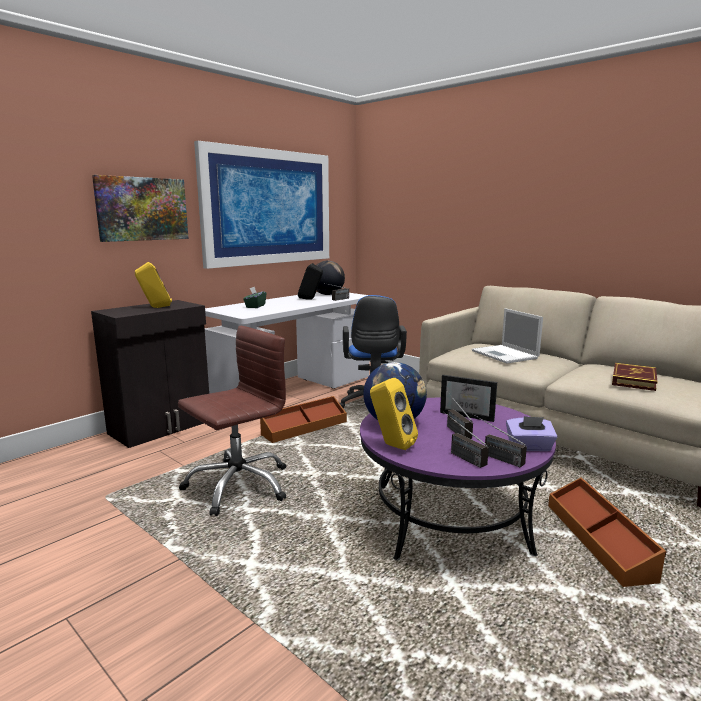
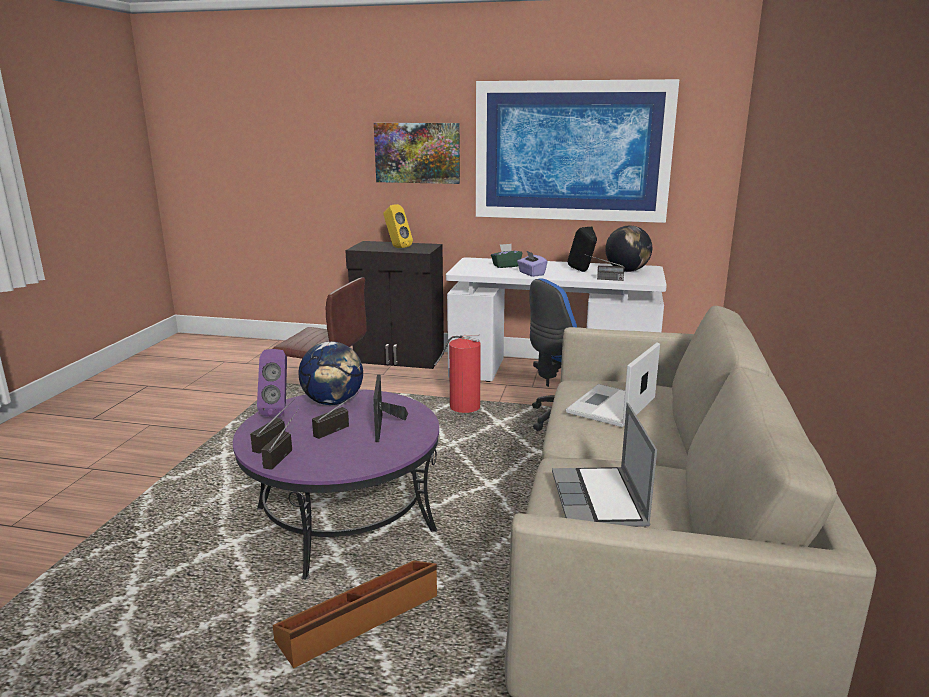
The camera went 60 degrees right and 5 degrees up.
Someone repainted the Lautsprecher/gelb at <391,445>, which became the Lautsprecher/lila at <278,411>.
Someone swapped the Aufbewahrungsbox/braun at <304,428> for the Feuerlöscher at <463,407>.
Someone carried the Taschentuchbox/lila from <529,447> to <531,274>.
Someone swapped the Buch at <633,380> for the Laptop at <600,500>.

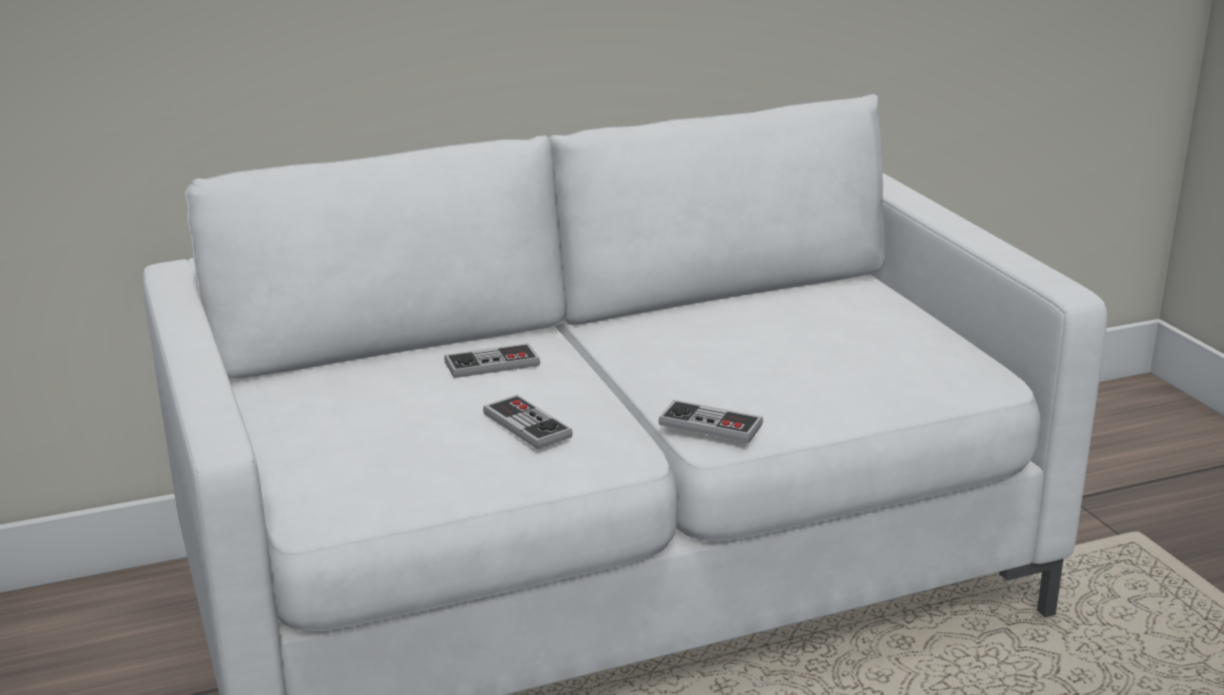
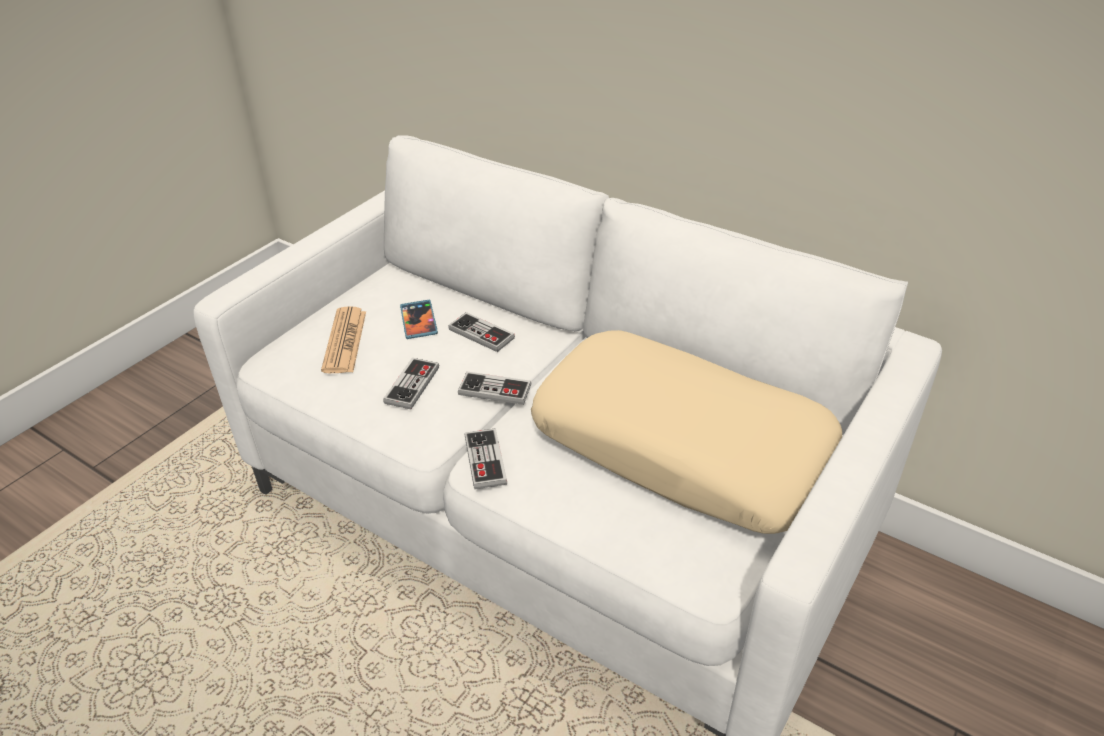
The camera went 55 degrees right and 15 degrees up.
Someone put down the Zeitung at <345,341>.
Someone put down the Handy at <418,321>.
Someone put down the Gamepad at <494,390>.
Someone put down the Kissen/beige at <681,447>.

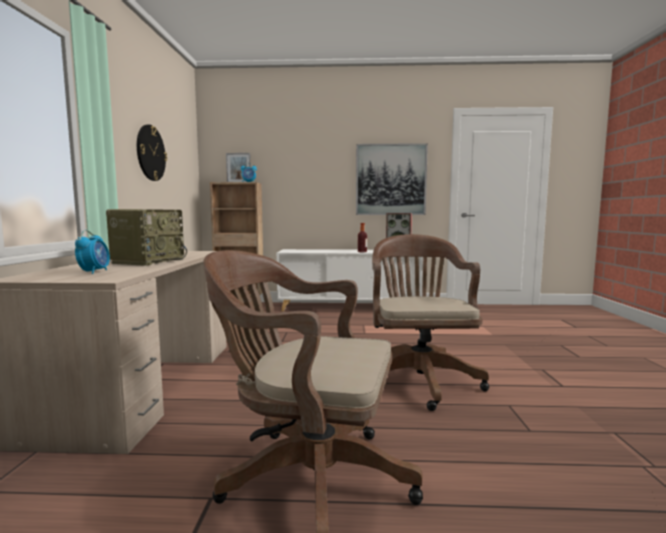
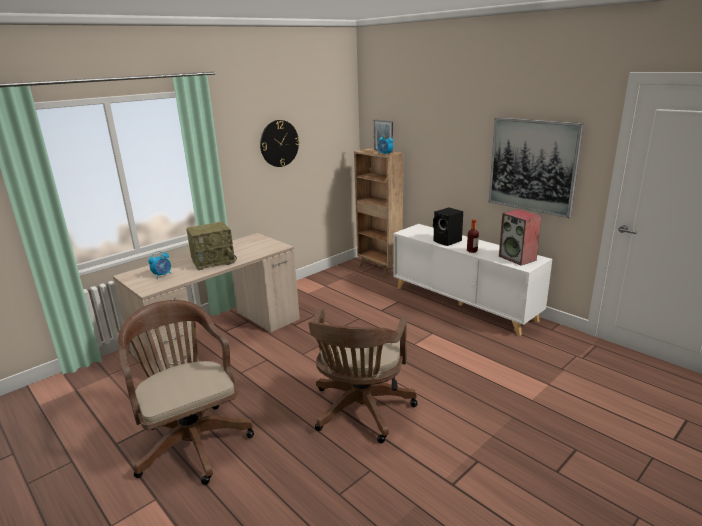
The camera went 45 degrees right and 15 degrees up.
Someone rotated the Bürostuhl/braun at <419,378> by 150 degrees clockwise.
Someone put down the Lautsprecher/schwarz at <448,241>.

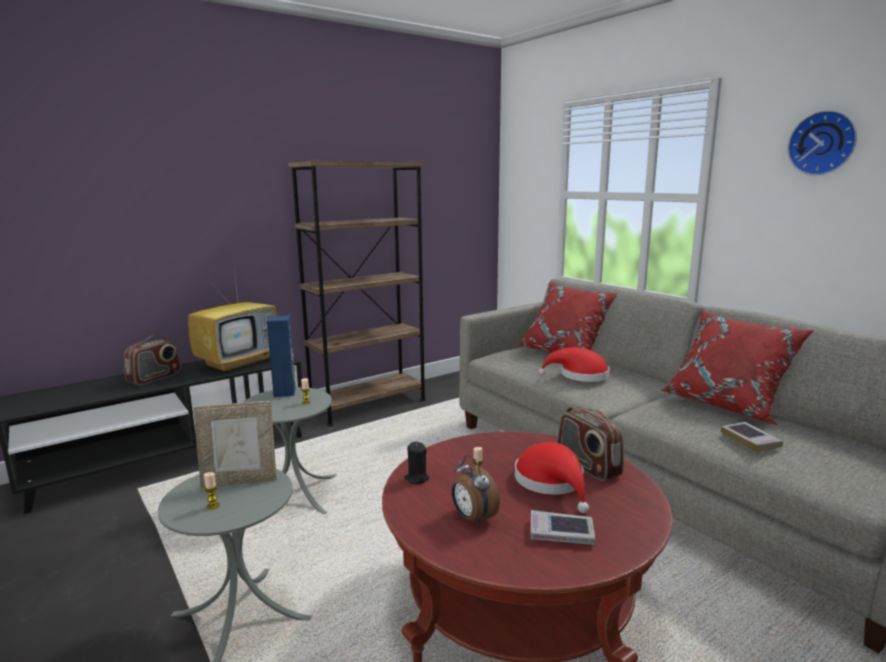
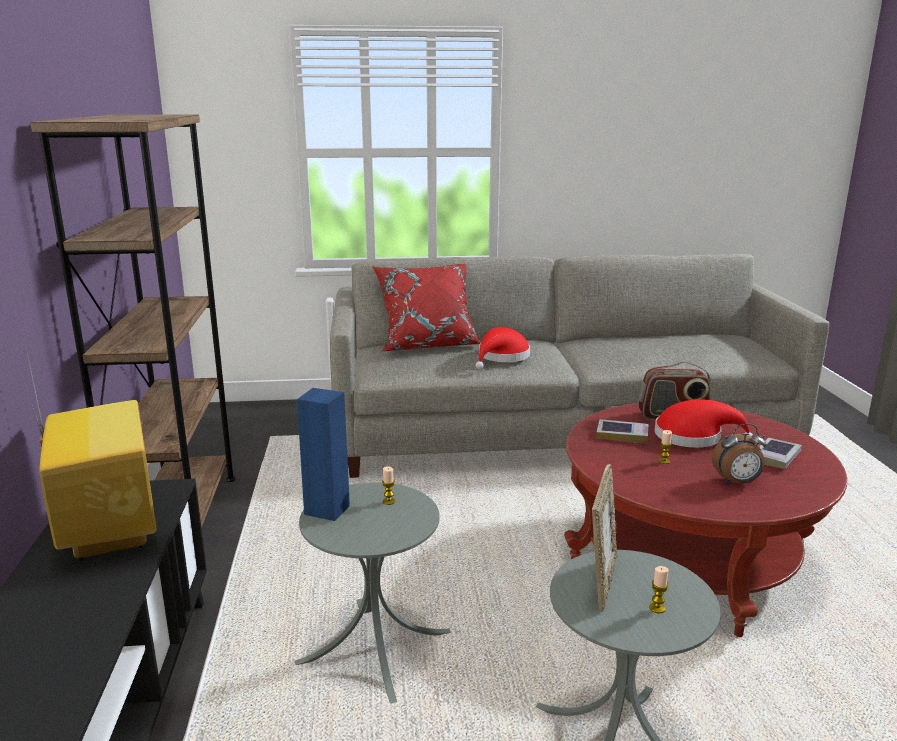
The camera went 60 degrees left and 5 degrees up.
Someone carried the Buch from <750,440> to <622,435>.
Someone took away the Radio at <155,378>.
Someone took away the Kerze/schwarz at <416,478>.
Someone took away the Kissen/rot at <727,404>.
Someone took away the Wanduhr at <823,143>.

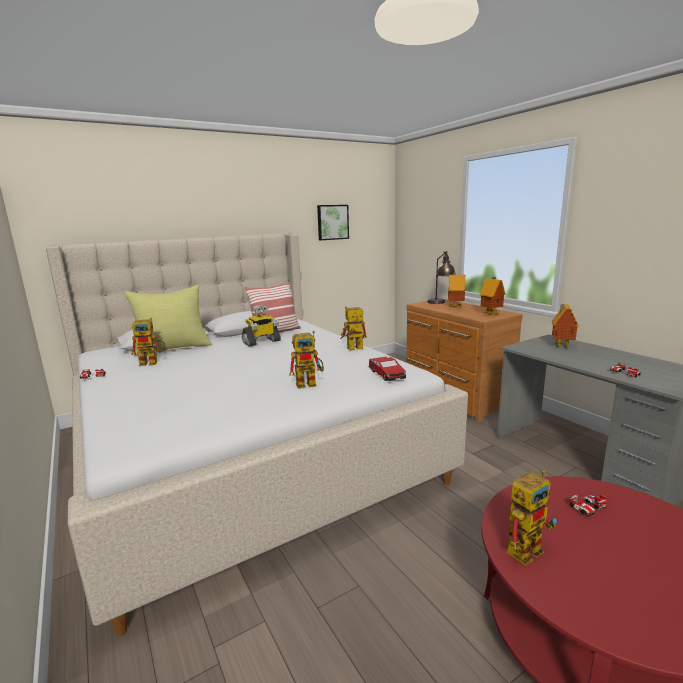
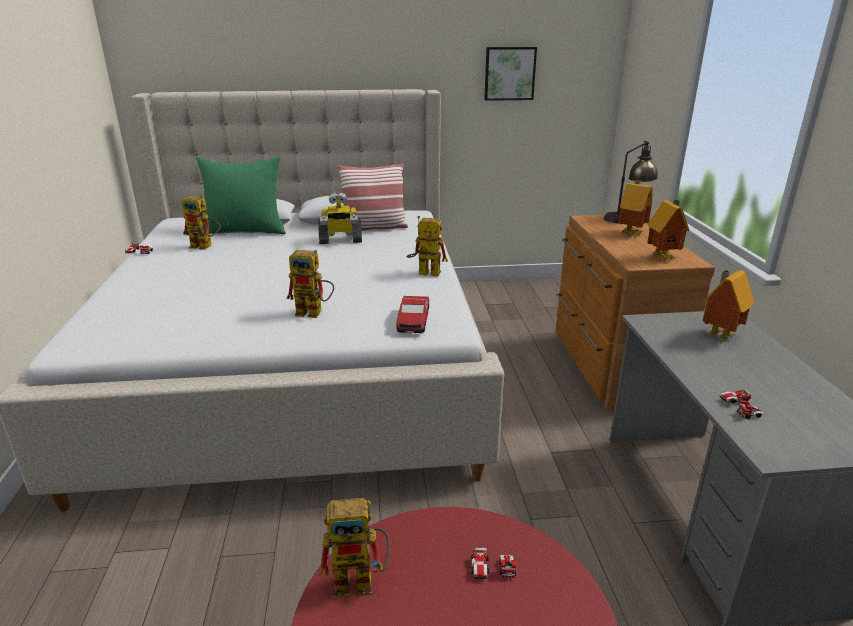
The camera went 25 degrees right and 10 degrees up.
Someone repainted the Kissen/gelb at <173,348>, which became the Kissen/grün at <245,230>.

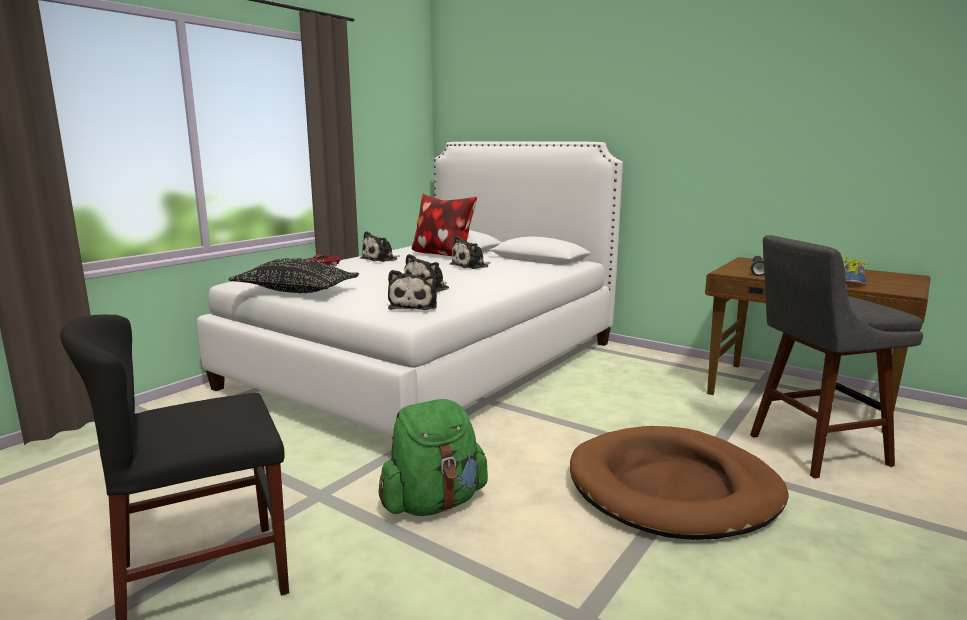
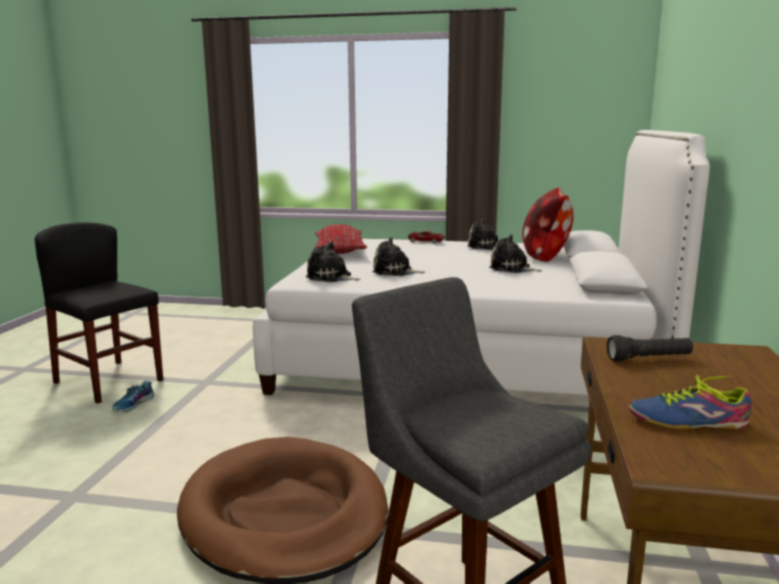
The camera went 65 degrees right and 0 degrees up.
Someone put down the Schuh at <134,404>.
Someone rotated the Plüschtier at <414,306> by 45 degrees clockwise.
Someone repainted the Kissen/schwarz at <296,291>, which became the Kissen/rot at <339,251>.
Someone took away the Rucksack/grün at <434,503>.

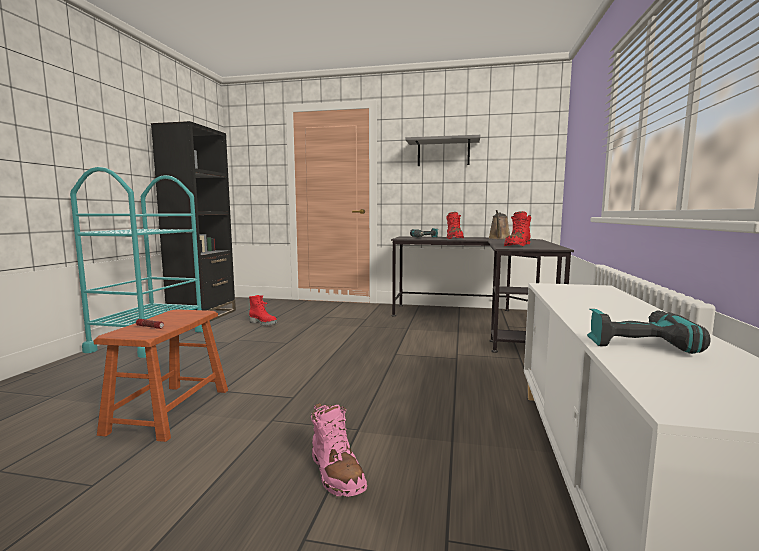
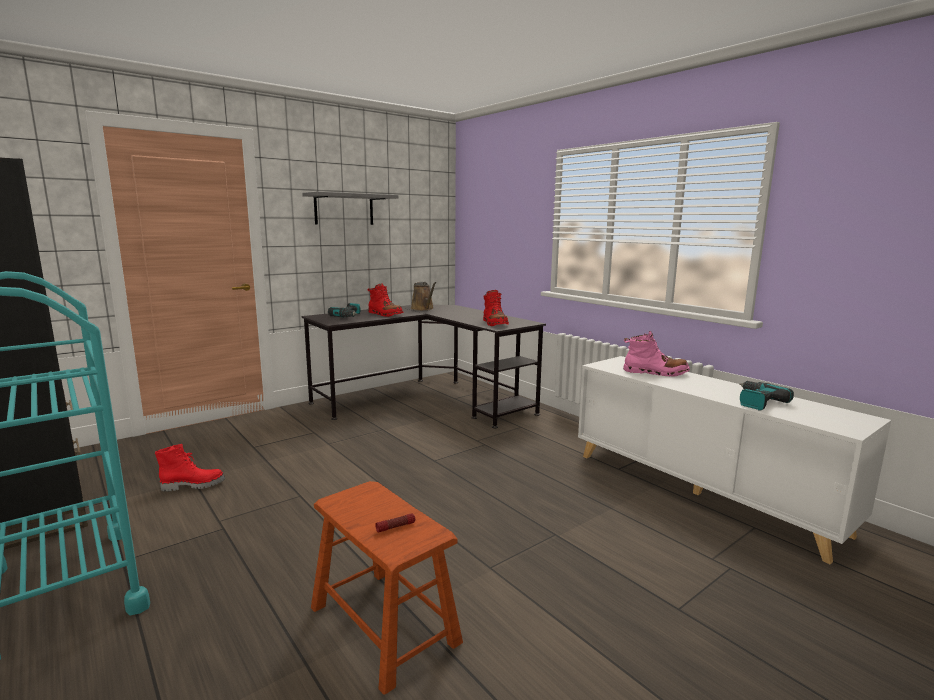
The camera went 50 degrees left and 5 degrees up.
Someone carried the Stiefel/rosa from <336,473> to <655,372>.

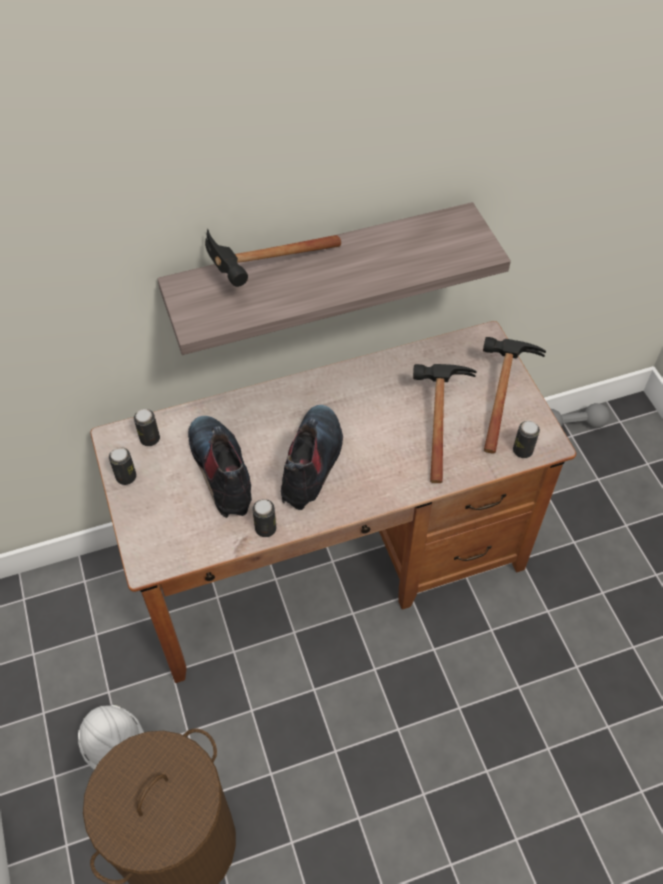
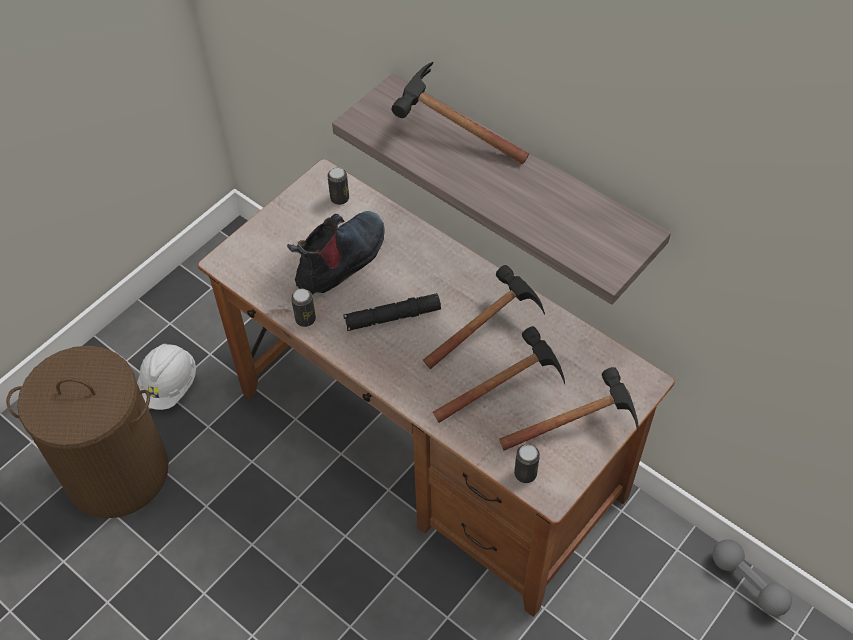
The camera went 60 degrees right and 0 degrees up.
Someone swapped the Stiefel at <311,463> for the Taschenlampe/schwarz at <392,317>.
Someone put down the Hammer at <490,326>.
Someone took away the Dose at <126,477>.

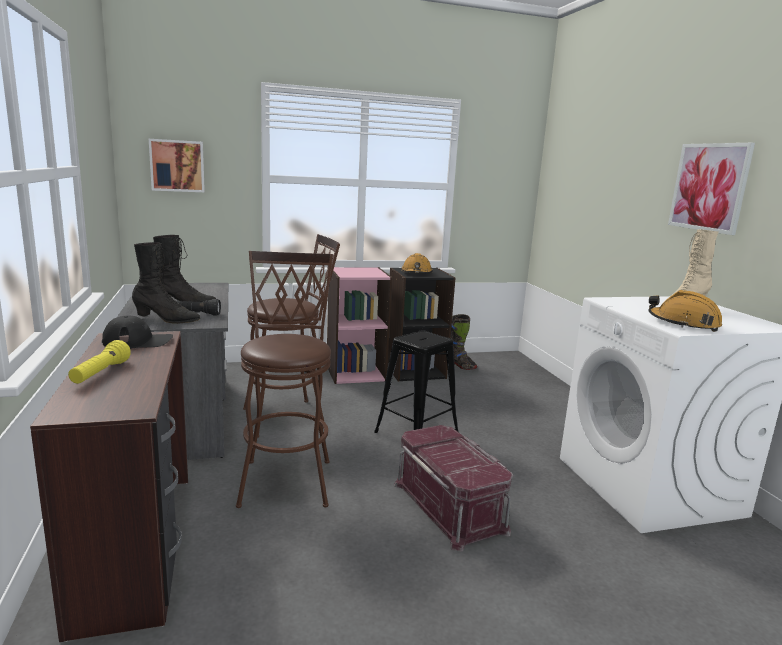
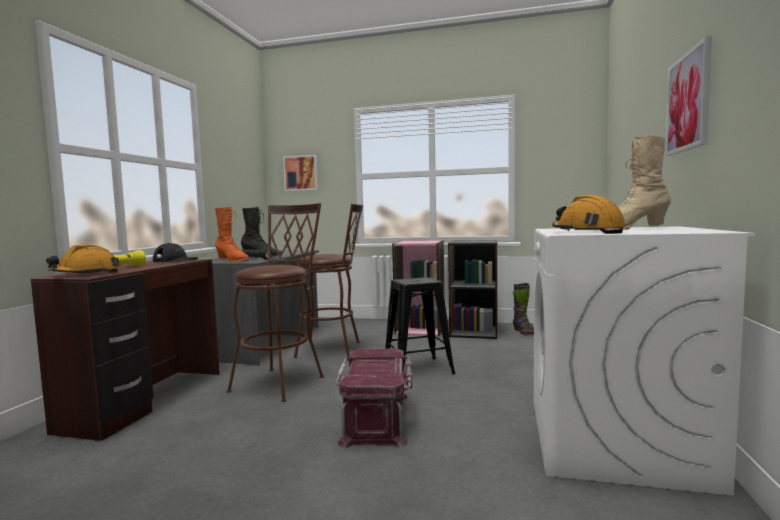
The camera went 30 degrees right and 10 degrees down.
Someone carried the Schutzhelm/orange from <416,273> to <86,274>.
Someone repainted the Stiefel/schwarz at <166,319>, which became the Stiefel/orange at <232,260>.

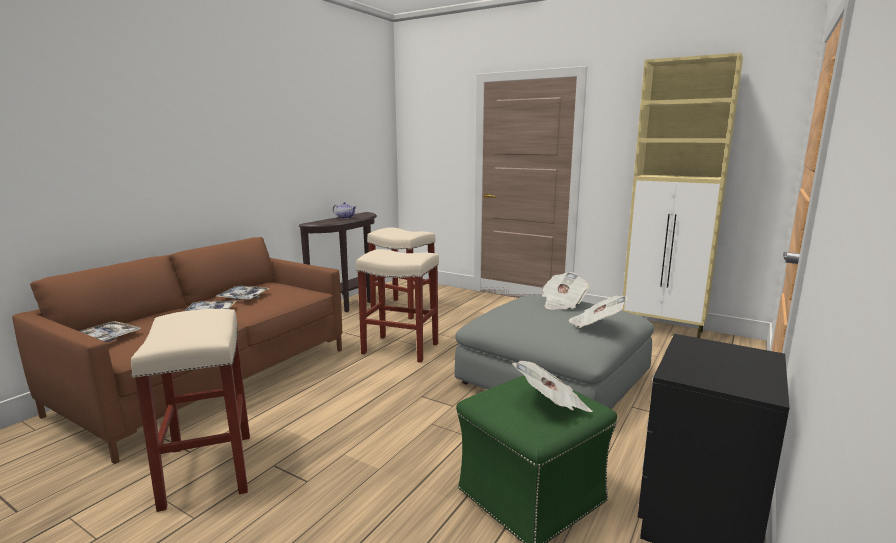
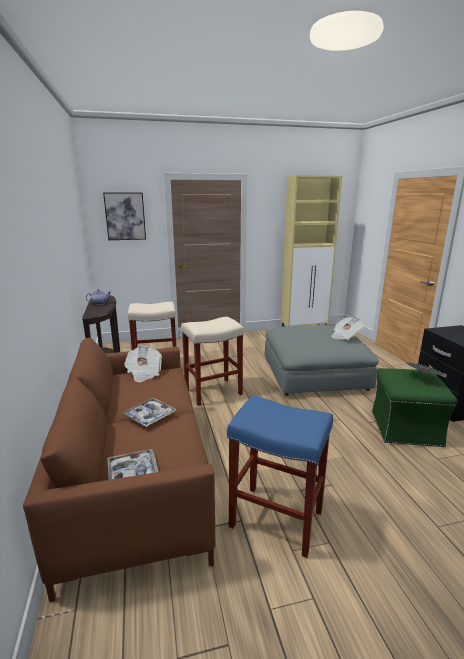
The camera went 45 degrees left and 5 degrees up.
Someone put up the Bild at <125,216>.
Someone carried the Zeitung from <562,303> to <144,373>.
Someone repainted the Hocker/beige at <207,469>, which became the Hocker/blau at <275,519>.
Someone took away the Tablett at <243,297>.

